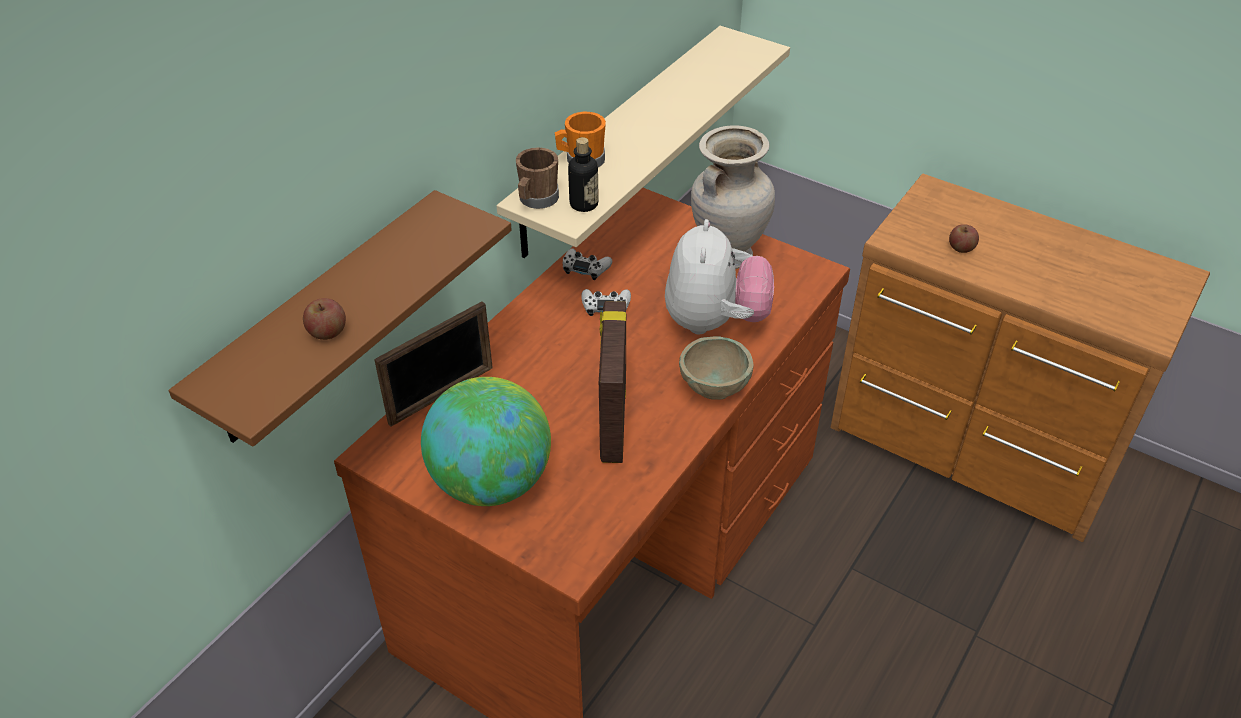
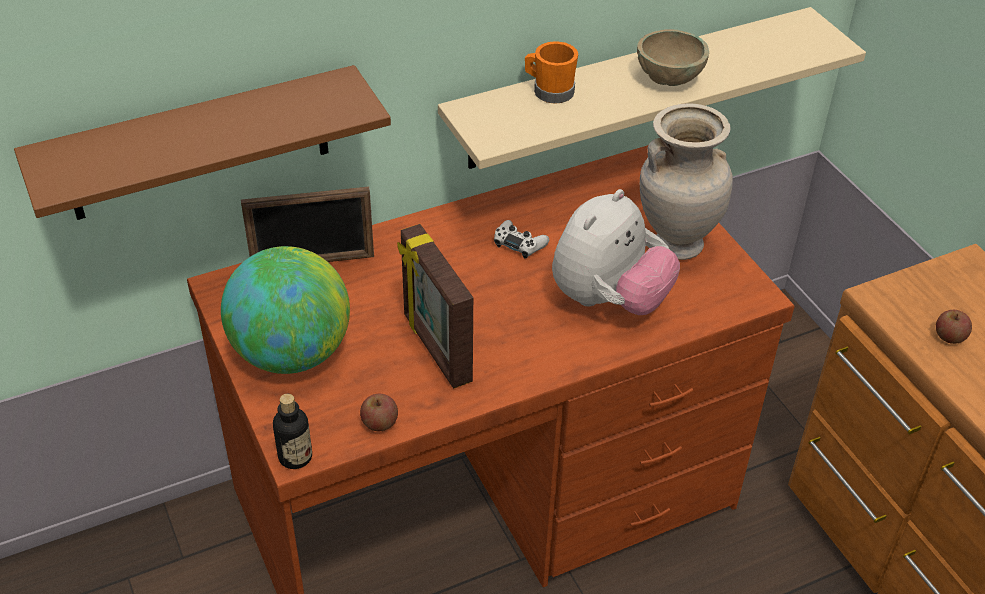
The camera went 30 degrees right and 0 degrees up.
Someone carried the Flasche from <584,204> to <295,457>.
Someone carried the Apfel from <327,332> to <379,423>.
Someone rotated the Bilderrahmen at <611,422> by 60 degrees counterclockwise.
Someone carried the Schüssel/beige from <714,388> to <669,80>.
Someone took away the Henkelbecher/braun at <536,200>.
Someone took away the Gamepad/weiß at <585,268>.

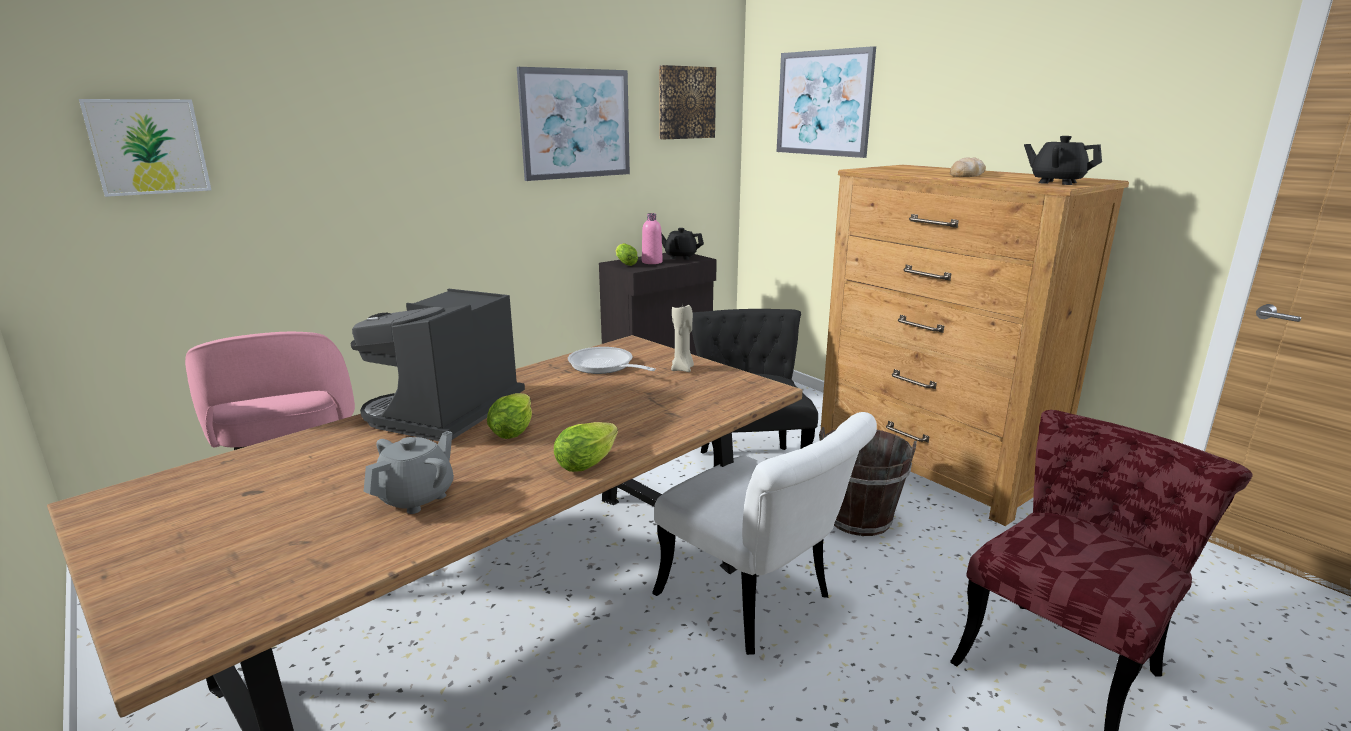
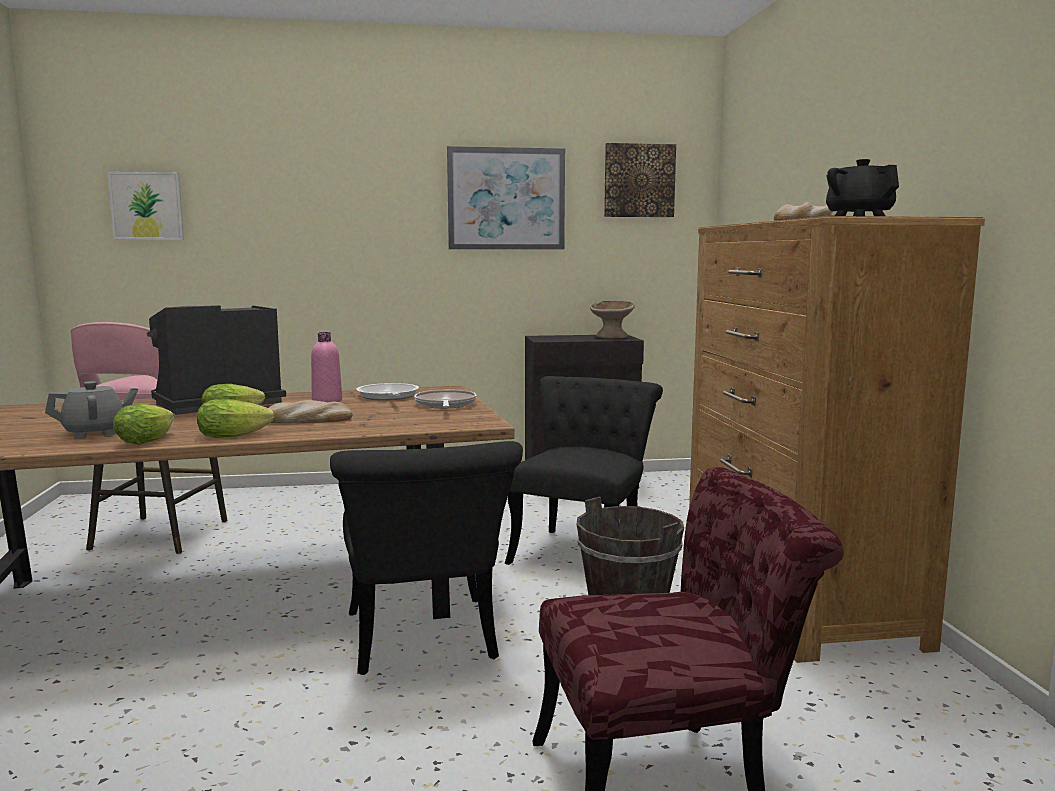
The camera went 30 degrees right and 10 degrees down.
Someone carried the Salatkopf from <625,263> to <149,440>.
Someone put down the Brot at <307,420>.
Someone carried the Flasche/rosa from <652,262> to <327,401>.
Someone repainted the Stuhl/weiß at <757,603>, which became the Stuhl/schwarz at <424,644>.
Someone swapped the Kerze/beige at <682,369> for the Pfanne at <445,405>.
Someone swapped the Teekanne/schwarz at <680,257> for the Schüssel/beige at <611,337>.
Someone took away the Bild at <823,103>.

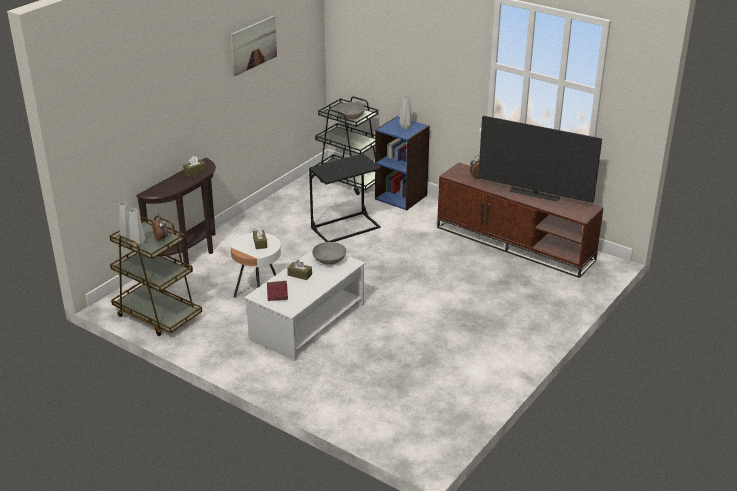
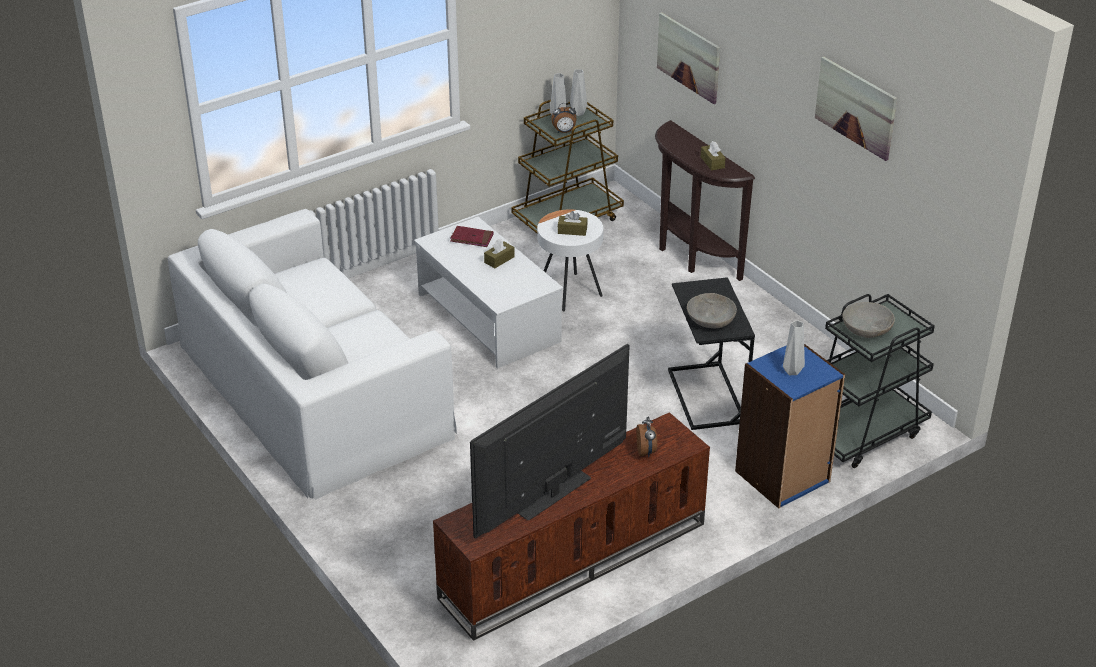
The camera went 110 degrees right and 5 degrees up.
Someone put down the Sofa/weiß at <312,389>.
Someone put up the Bild at <688,57>.
Someone carried the Schüssel/grau from <329,260> to <710,320>.

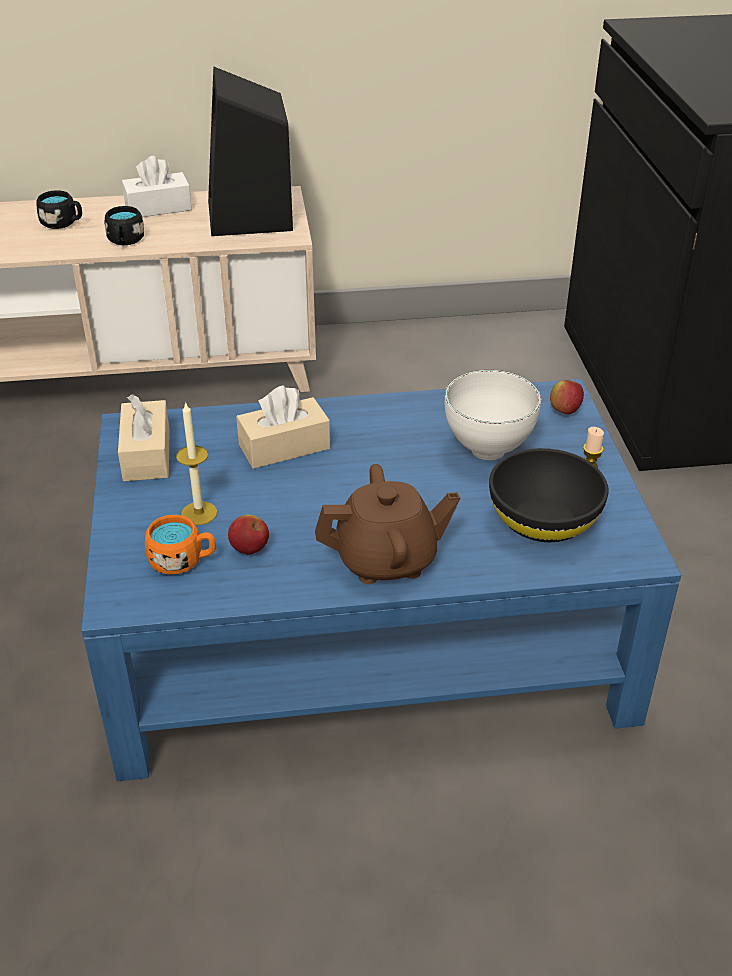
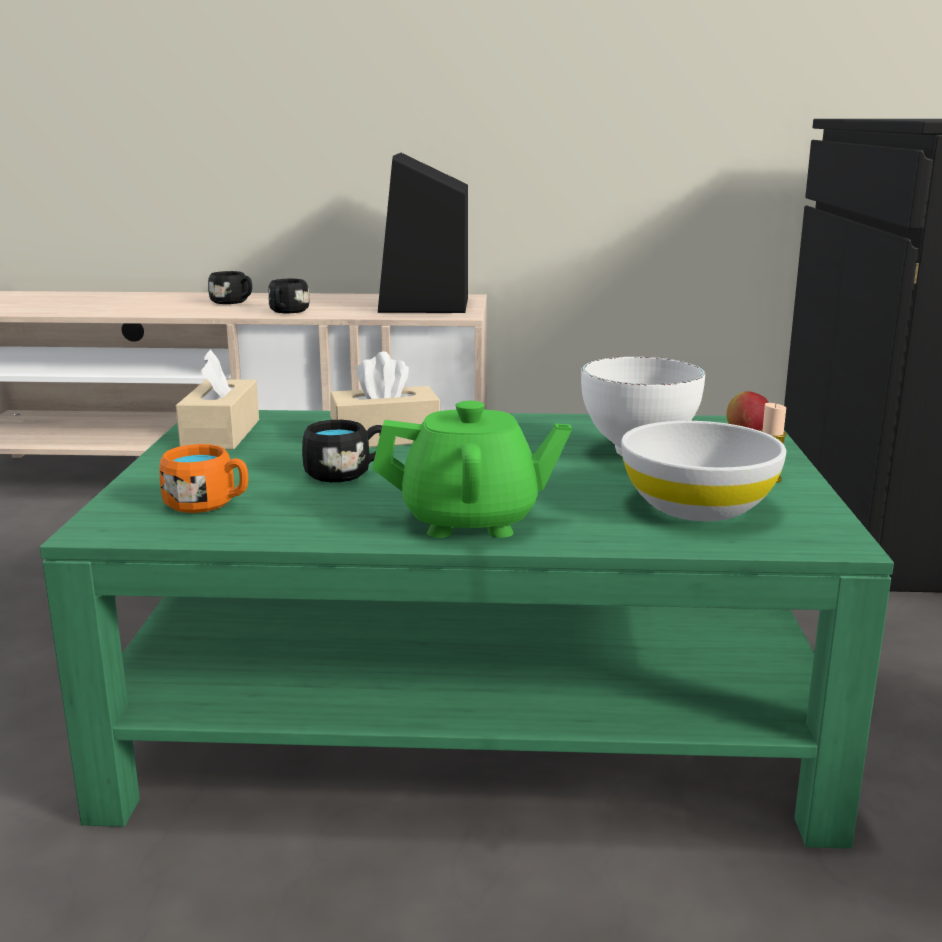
The camera went 10 degrees right and 20 degrees down.
Someone repainted the Couchtisch/blau at <363,637>, which became the Couchtisch/grün at <467,711>.
Someone put down the Henkelbecher/schwarz at <346,473>.
Someone repainted the Teekanne/braun at <387,560>, which became the Teekanne/grün at <471,521>.
Someone repainted the Schüssel/schwarz at <543,521>, which became the Schüssel/weiß at <697,506>.
Someone took away the Taschentuchbox/weiß at <158,208>.
Someone took away the Kerze at <199,513>.
Someone took away the Apfel at <249,549>.

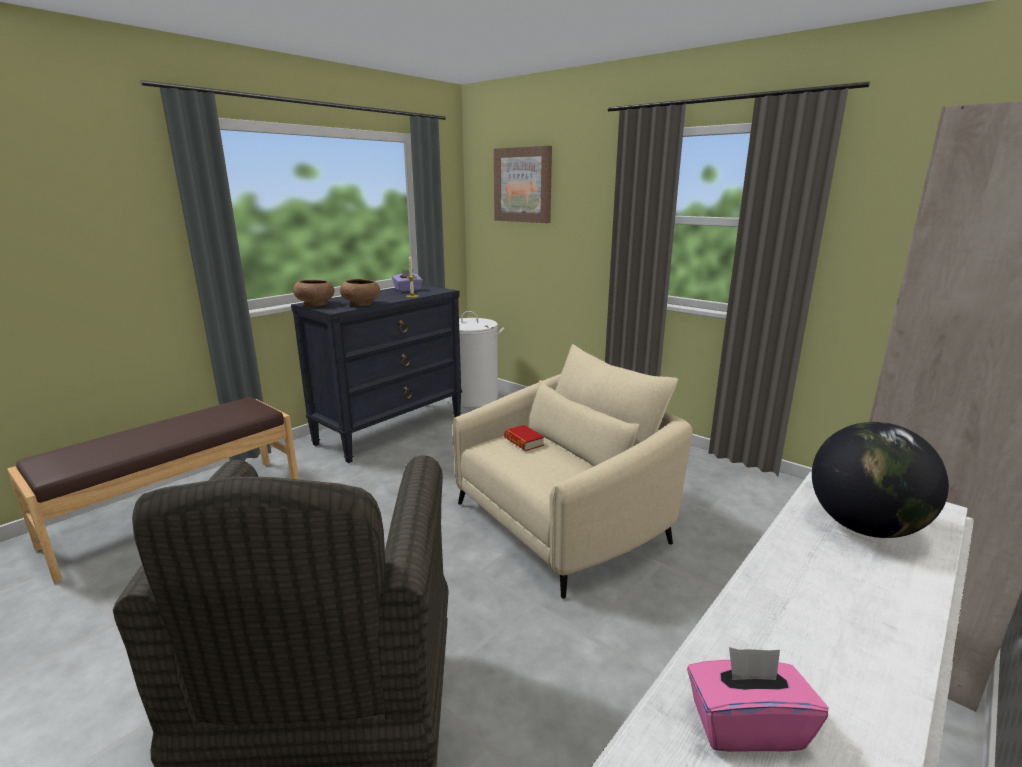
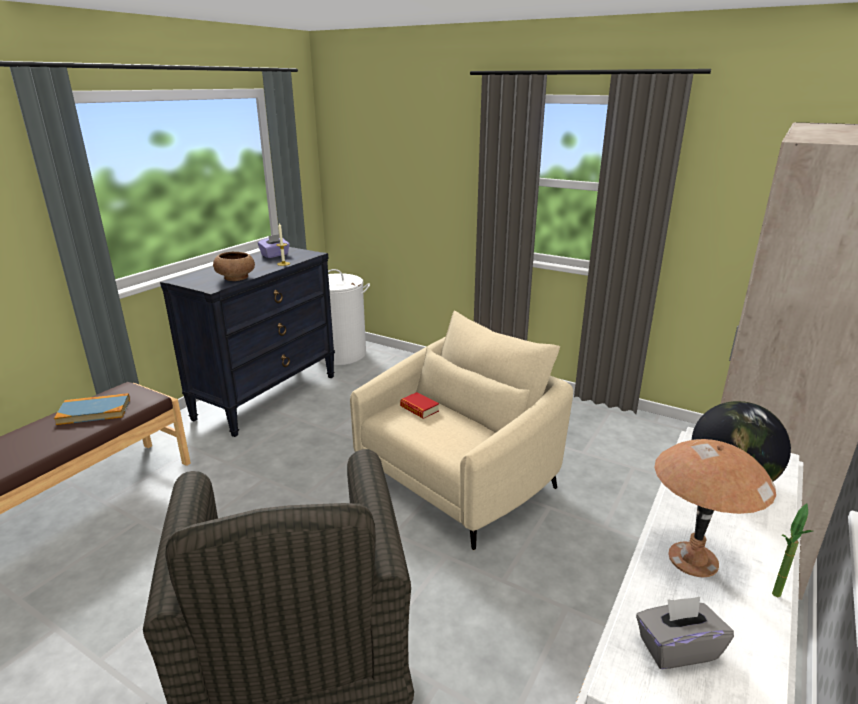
The camera went 10 degrees left and 5 degrees up.
Someone put down the Buch at <94,411>.
Someone repainted the Taschentuchbox/rosa at <746,725>, which became the Taschentuchbox/grau at <677,648>.
Someone put down the Tischlampe/braun at <692,559>.
Someone put down the Topfpflanze at <776,600>.
Someone took away the Schüssel/braun at <315,304>.
Someone took away the Bild at <523,185>.

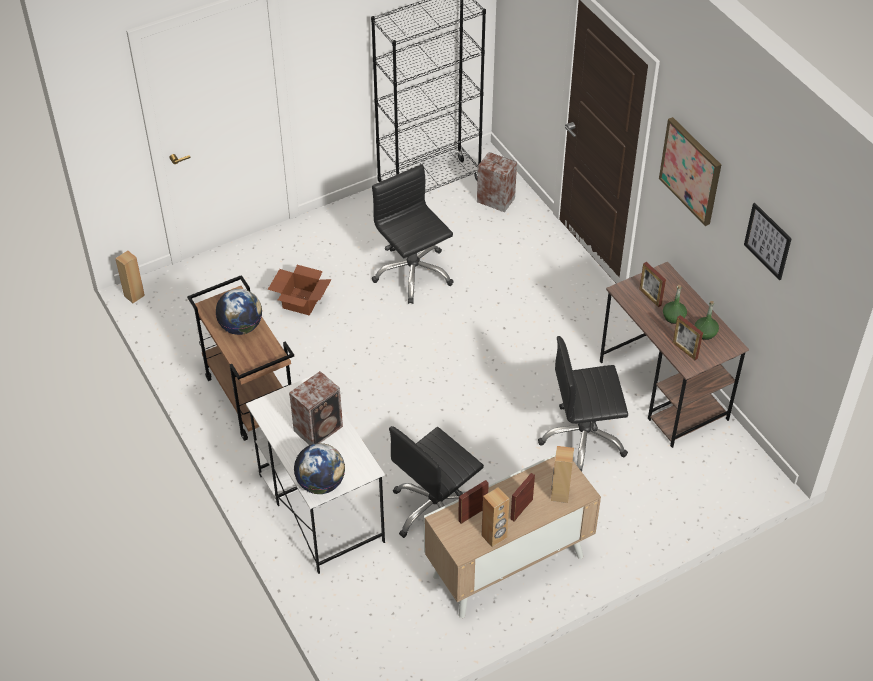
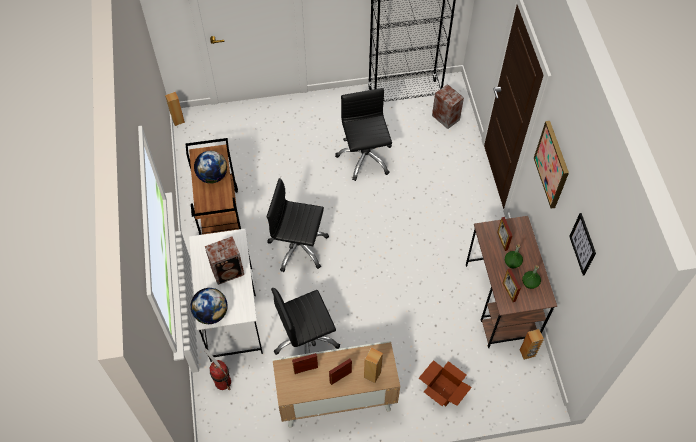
The camera went 20 degrees right and 10 degrees up.
Someone put down the Feuerlöscher at <223,382>.
Someone carried the Bürostuhl/schwarz from <583,439> to <298,247>.
Someone carried the Karton from <301,300> to <442,389>.
Someone carried the Lautsprecher/braun from <494,536> to <527,353>.

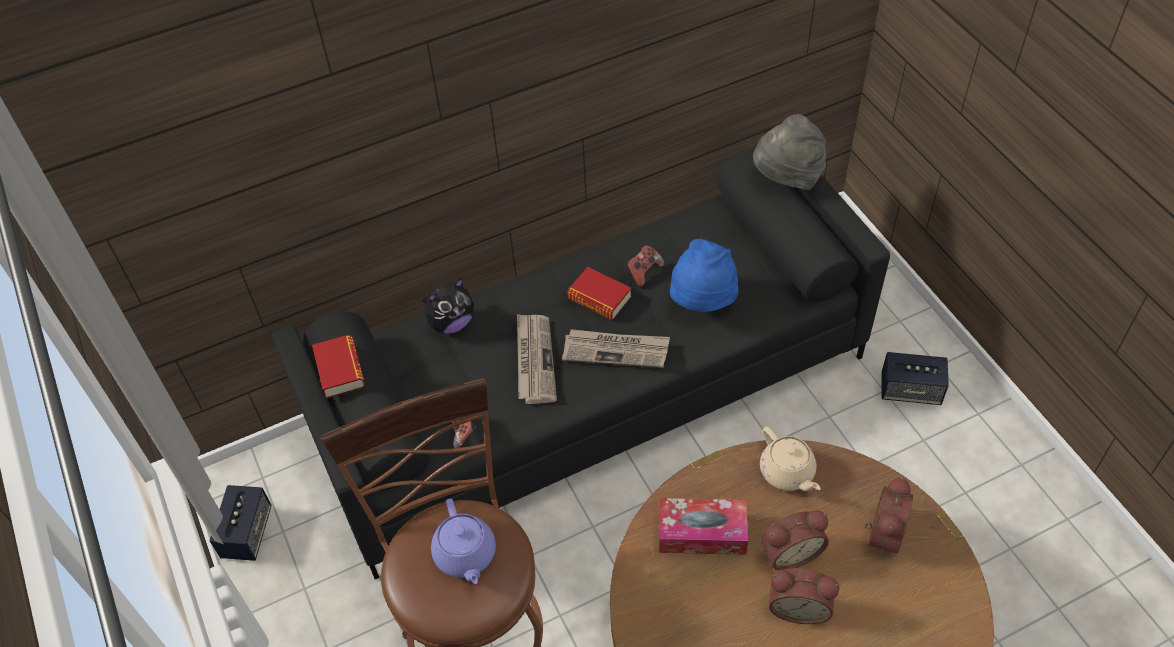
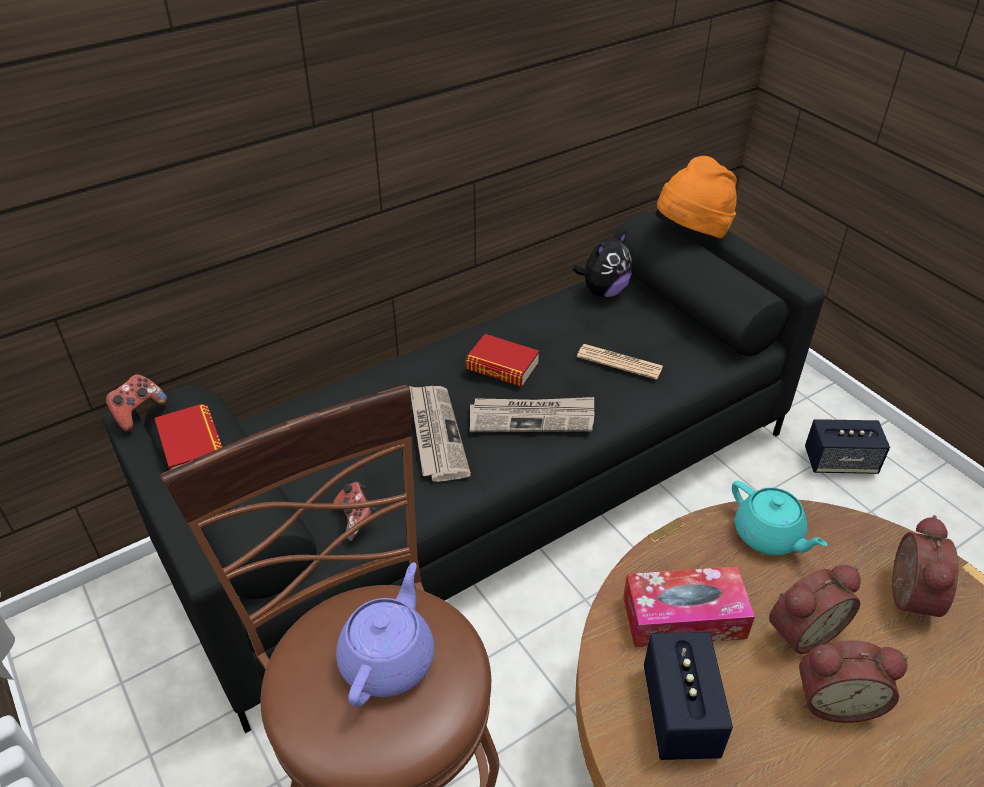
The camera went 10 degrees left and 10 degrees down.
Someone carried the Gamepad from <644,272> to <138,412>.
Someone rotated the Teekanne/lila at <465,555> by 135 degrees counterclockwise.
Someone carried the Plüschtier from <451,323> to <603,291>.
Someone swapped the Hut/blau at <702,300> for the Zeitung at <619,362>.
Someone carried the Lautsprecher from <247,533> to <680,713>.
Someone repainted the Hut/grau at <787,178>, which became the Hut/orange at <692,233>.
Someone repainted the Teekanne/beige at <787,473>, which became the Teekanne/türkis at <769,536>.

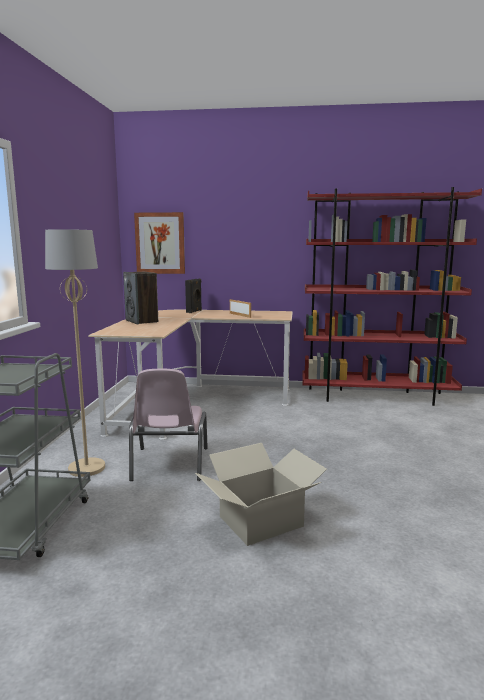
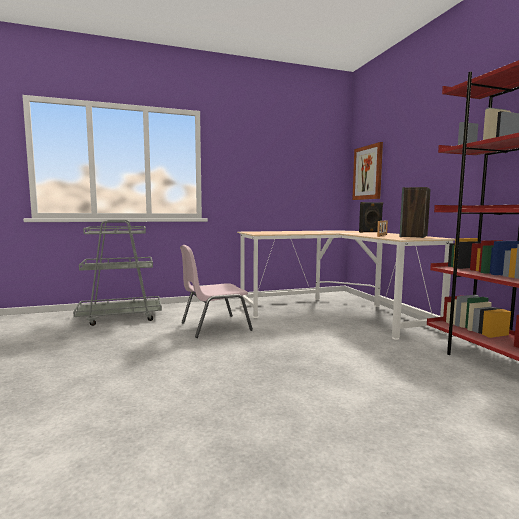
The camera went 65 degrees right and 5 degrees down.
Someone carried the Lautsprecher from <142,321> to <413,236>.
Someone took away the Stehlampe/beige at <87,468>.
Someone took away the Karton at <261,521>.

